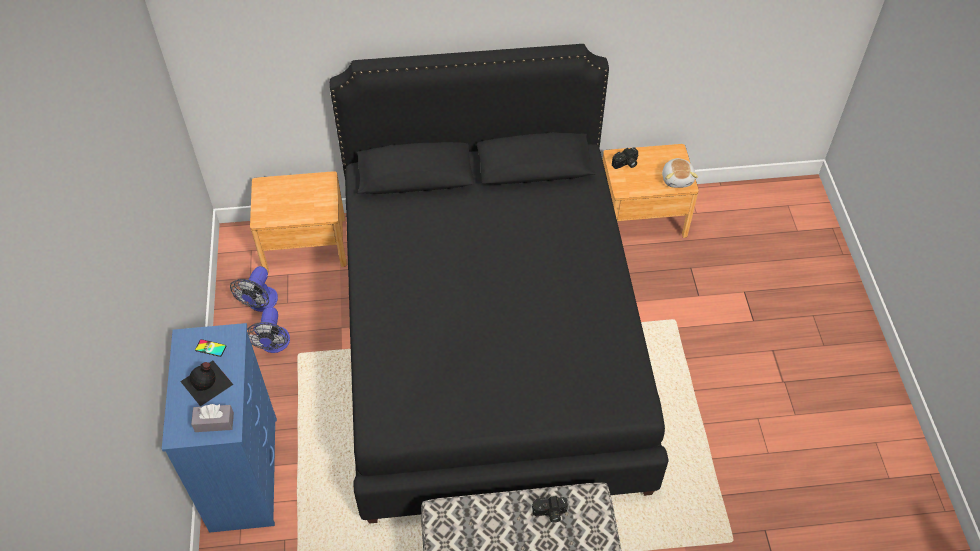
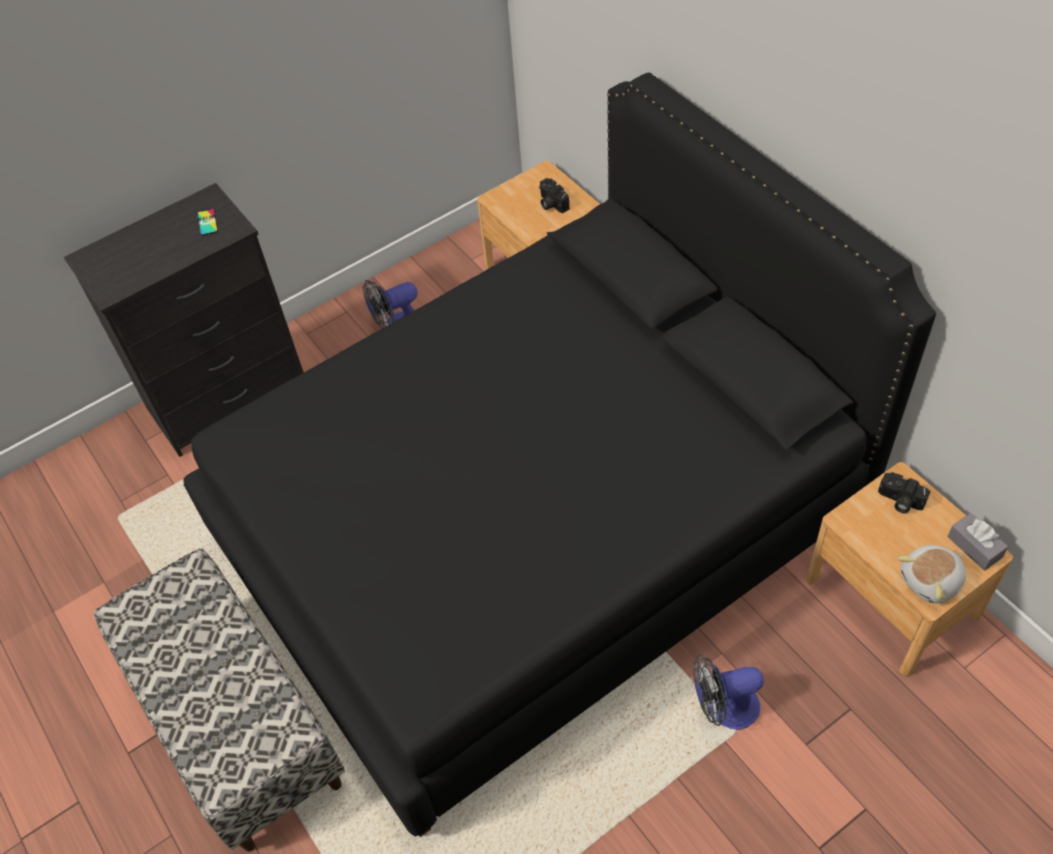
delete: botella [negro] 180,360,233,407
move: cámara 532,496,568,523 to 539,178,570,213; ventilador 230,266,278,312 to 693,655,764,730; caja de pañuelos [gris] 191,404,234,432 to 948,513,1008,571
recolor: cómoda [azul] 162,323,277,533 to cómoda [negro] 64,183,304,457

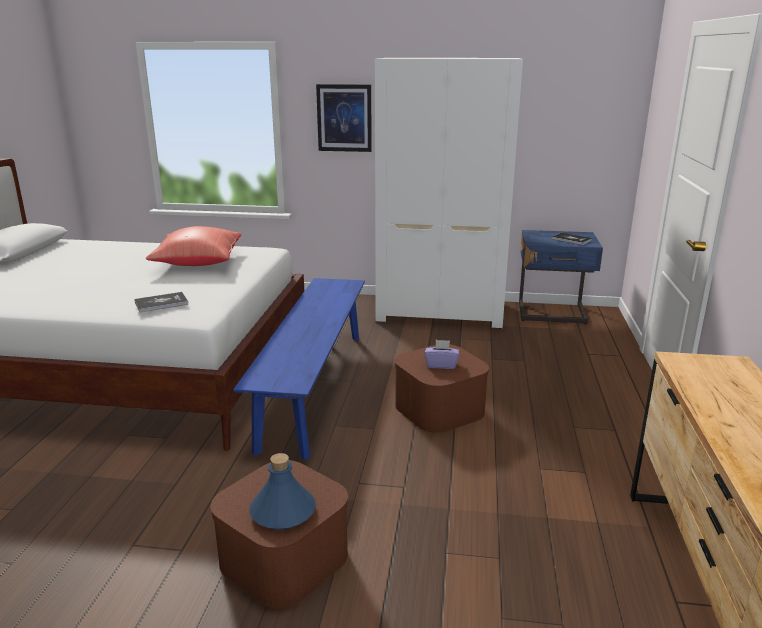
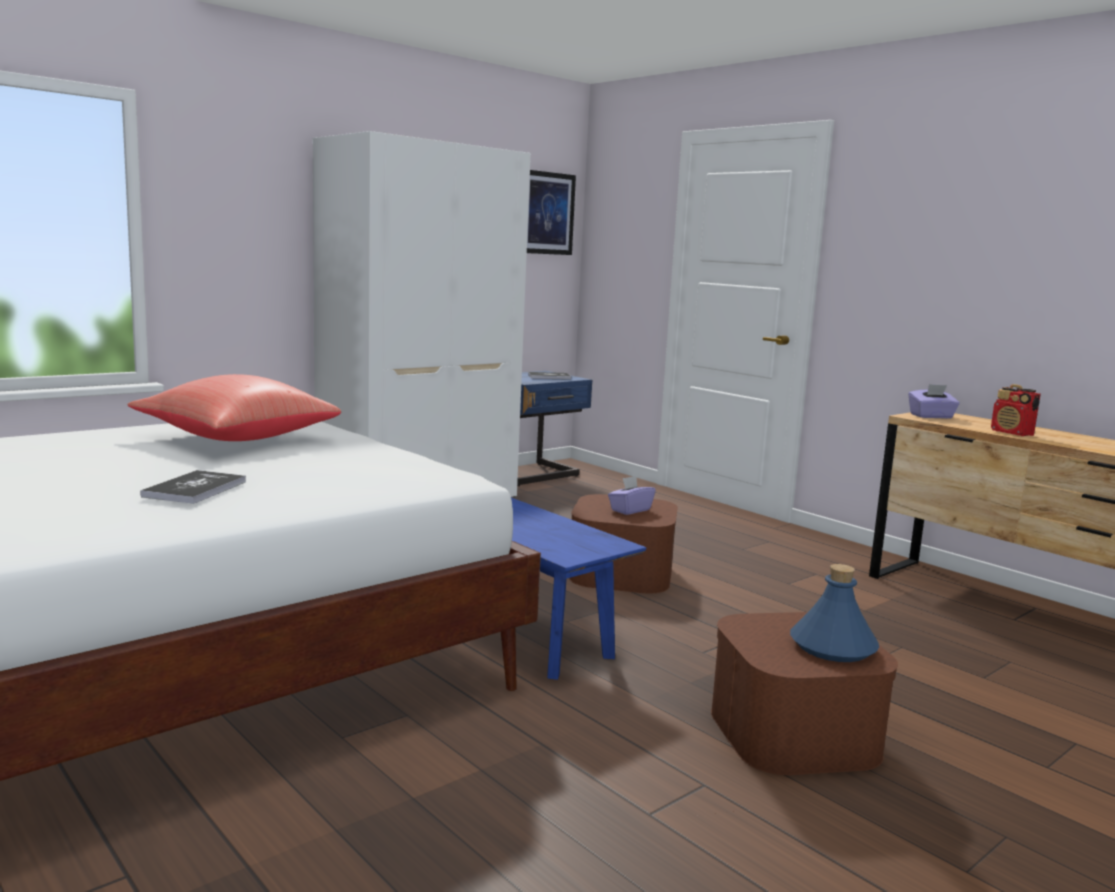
insert: caja de pañuelos [morado] 908,384,960,419; radio 991,384,1041,436
move: libro 135,292,189,312 to 140,470,246,504; cuadro 316,84,372,152 to 527,170,576,255

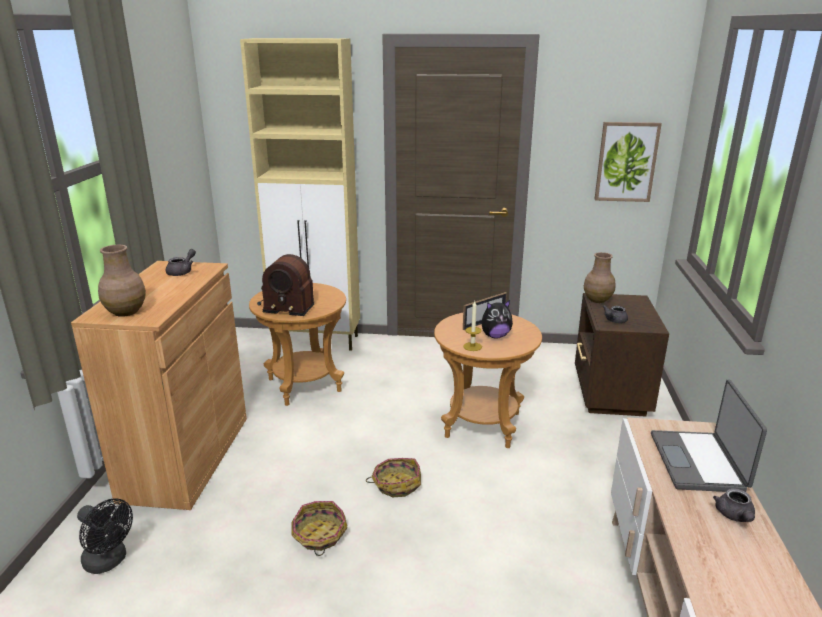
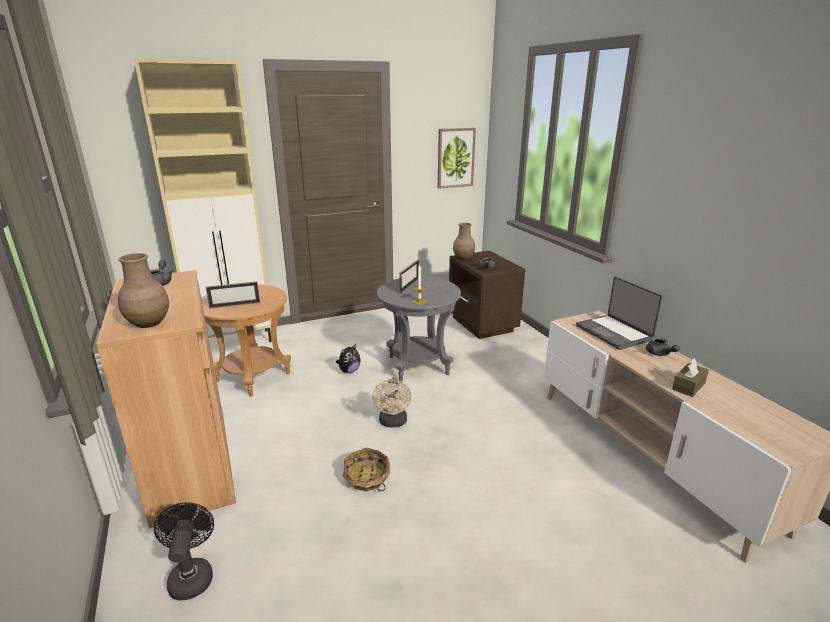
insert: caja de pañuelos [marrón] 672,358,709,397
move: peluche 481,300,513,339 to 336,344,360,373
replace: radio 257,254,315,316 to portarretratos 206,281,260,308; cesta 366,458,421,497 to ventilador [beis] 372,378,411,428
recolor: mesa auxiliar [marrón] 434,313,542,448 to mesa auxiliar [gris] 377,277,461,381
rotate: ventilador [negro] 77,498,133,574 = 154,502,214,601 105 degrees counterclockwise

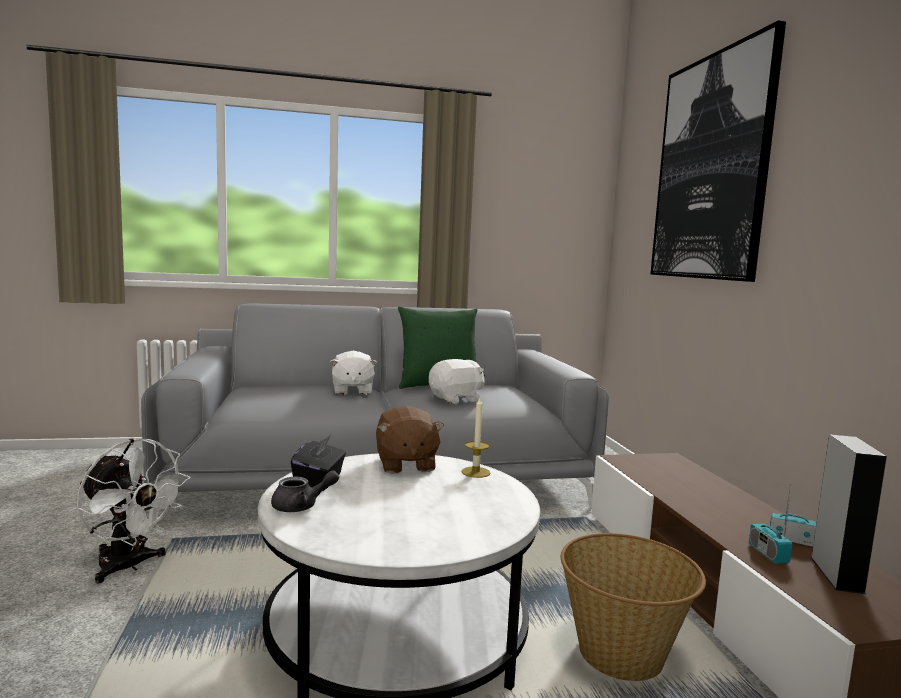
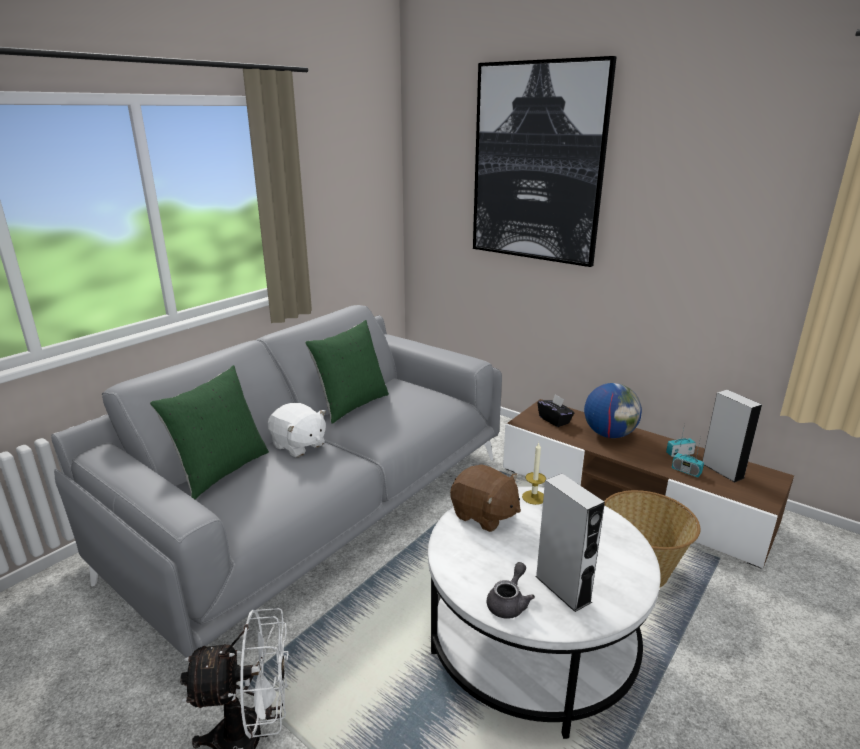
delete: peluche [blanco] 429,359,485,404
insert: cojín [verde] 150,365,269,499; altavoz [gris] 535,474,605,612; globo terráqueo 584,383,642,438
move: caja de pañuelos [negro] 291,435,346,491 to 537,394,574,427

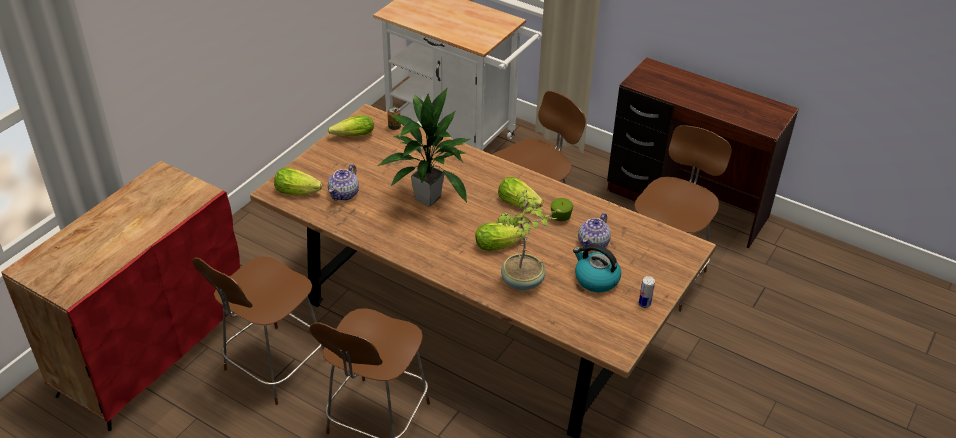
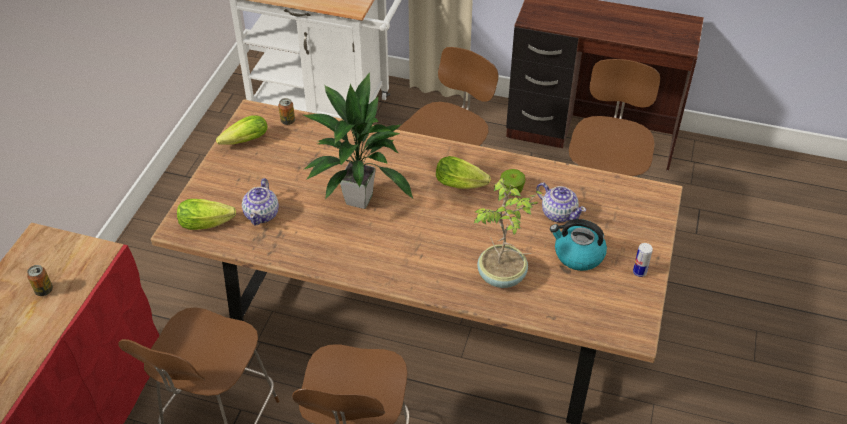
delete: lechuga 475,223,526,251
insert: lata 27,265,53,296
rotate: tetera 578,213,611,251 = 536,183,586,223 60 degrees counterclockwise

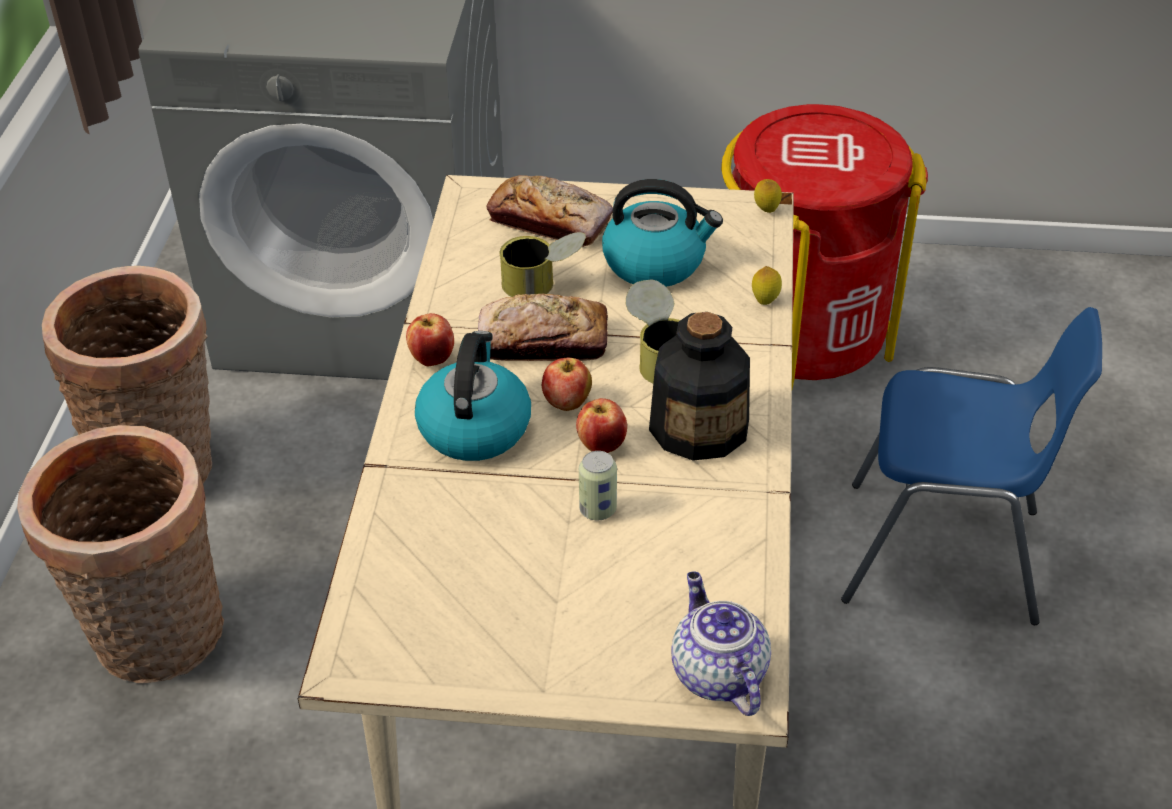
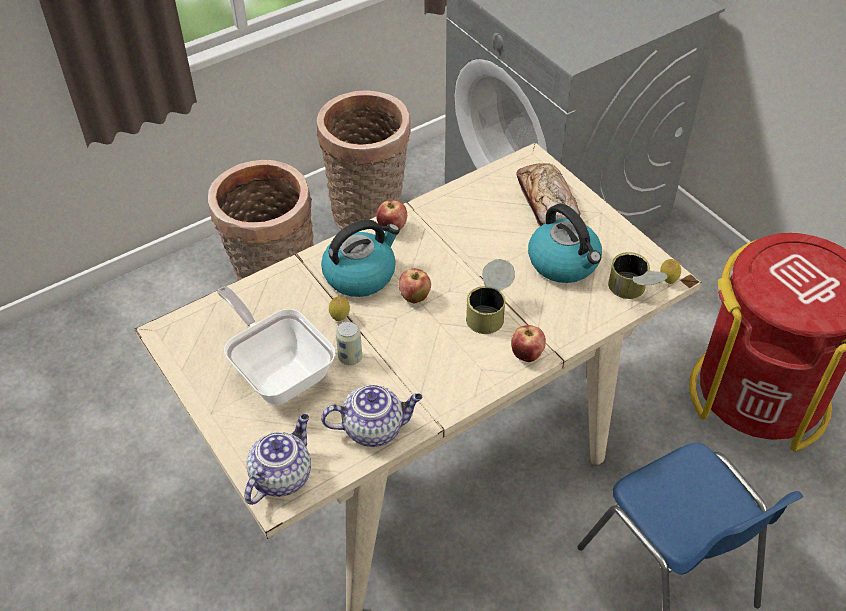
delete: pan 478,294,608,361; botella 649,312,750,461
insert: sartén 217,286,335,405; tetera 321,385,423,447
move: limón 752,266,782,305 to 329,296,350,321; manzana 576,398,627,453 to 511,325,546,362; lata 500,232,586,297 to 608,252,667,299

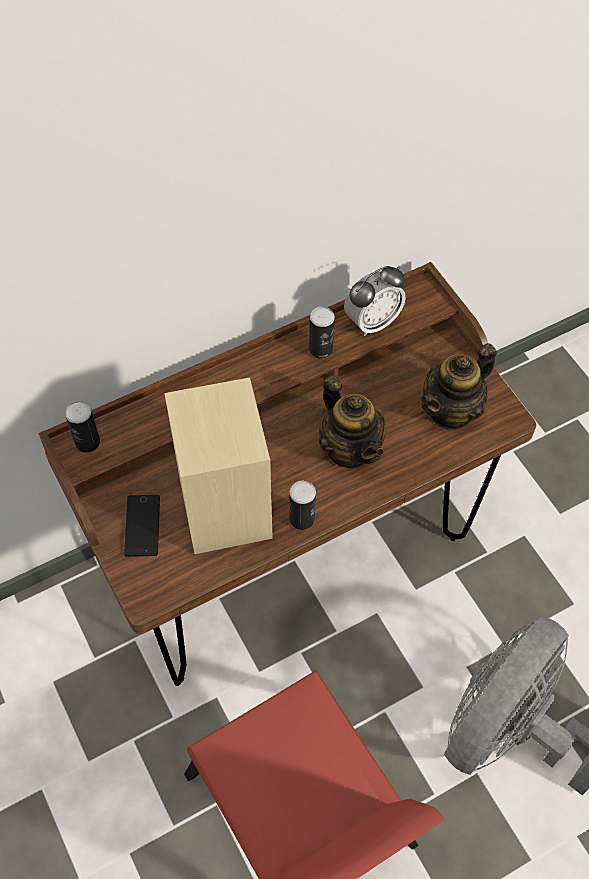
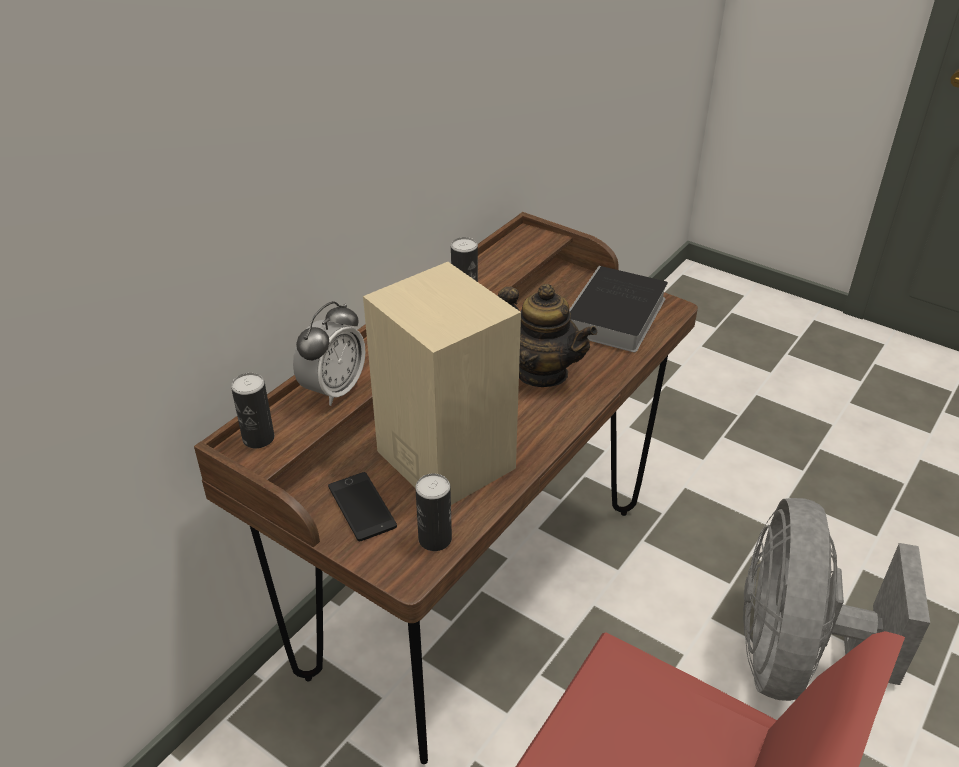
move: despertador 344,266,406,336 to 293,301,365,406; lata 289,481,316,530 to 415,473,452,551
replace: tetera 420,343,497,431 to libro 569,266,668,352

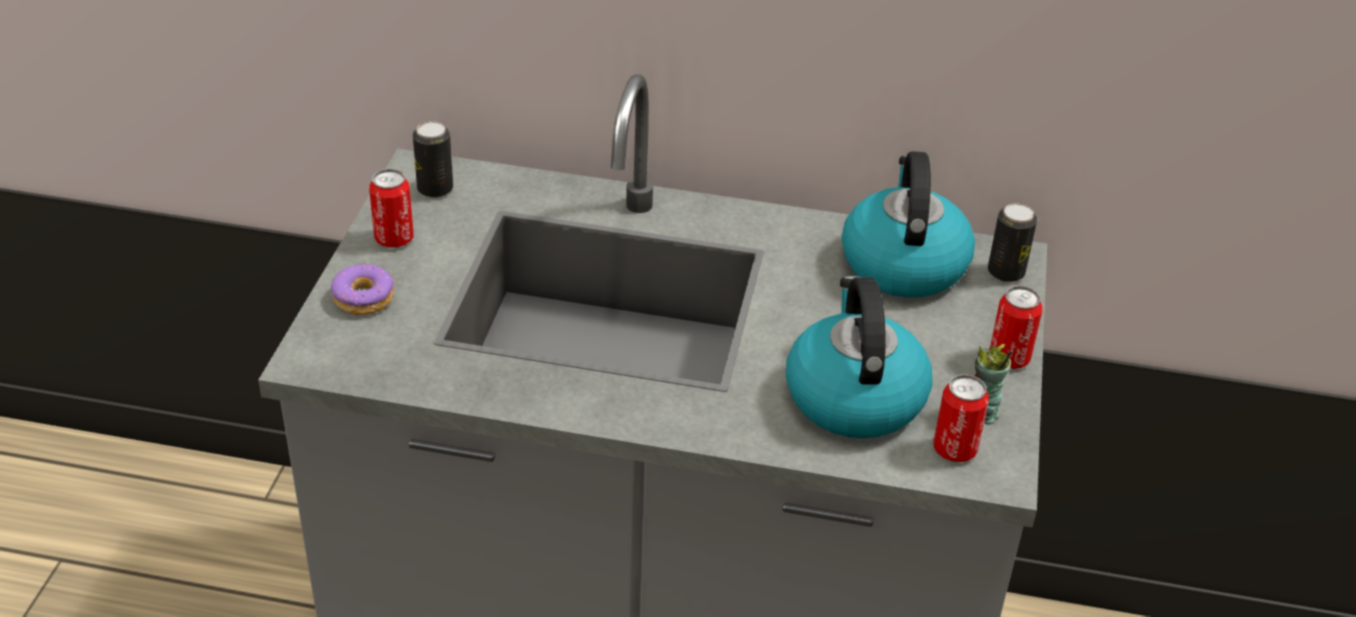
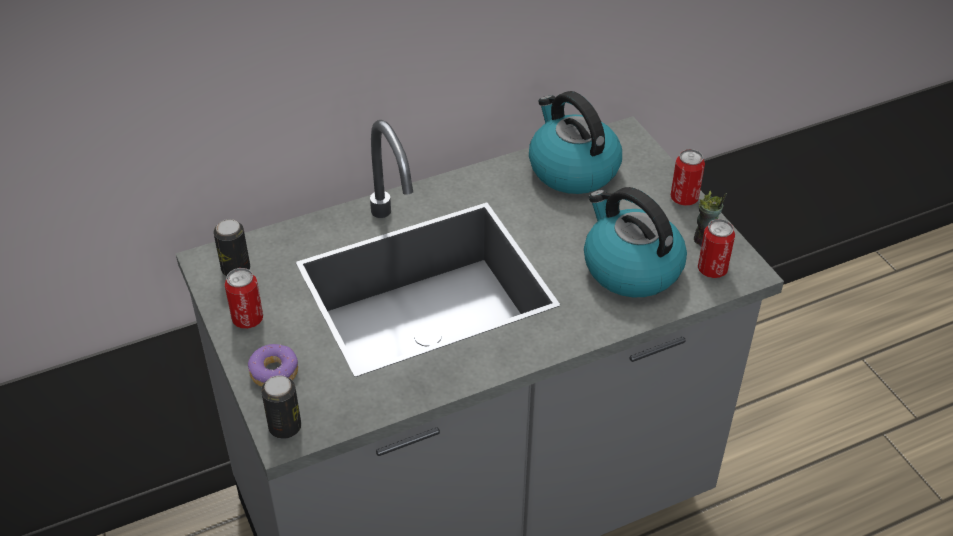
move: lata 988,203,1037,282 to 261,375,301,439

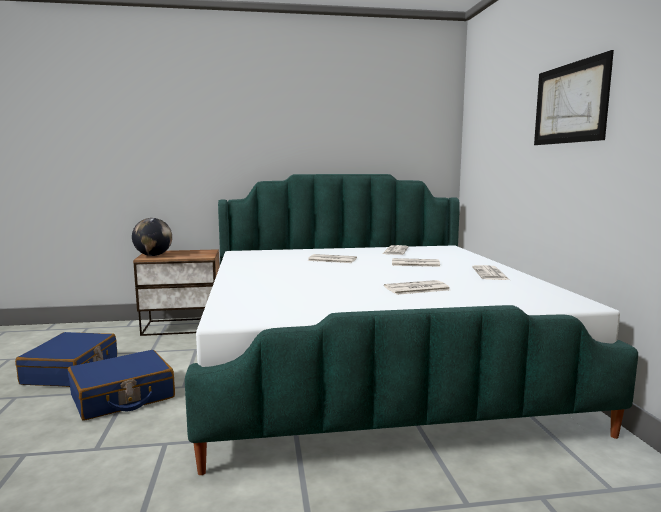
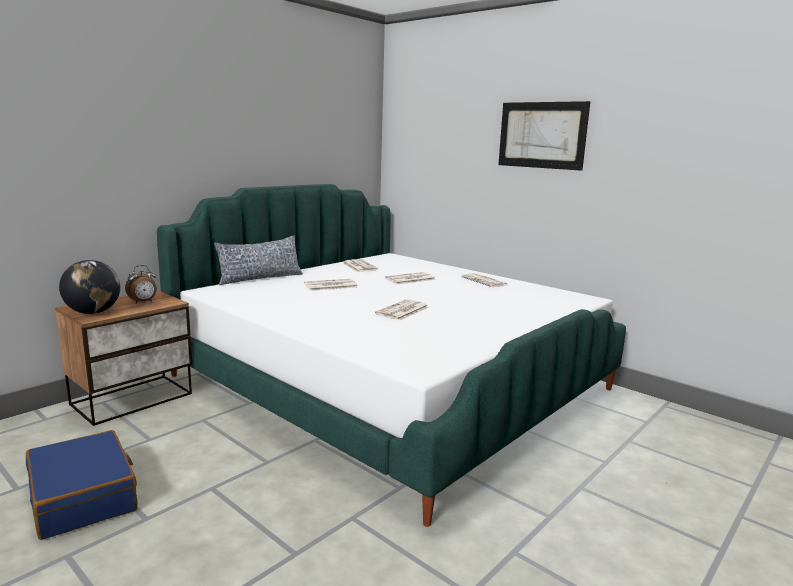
delete: maleta [azul] 68,350,175,420
insert: despertador 125,265,157,303; cojín 214,235,303,285
move: periódico 384,280,450,295 to 375,299,429,320

